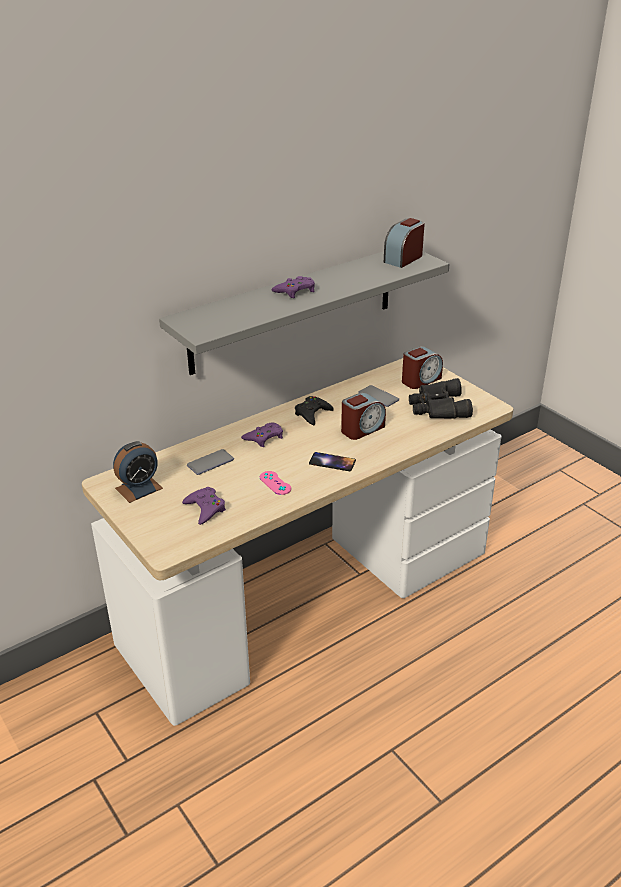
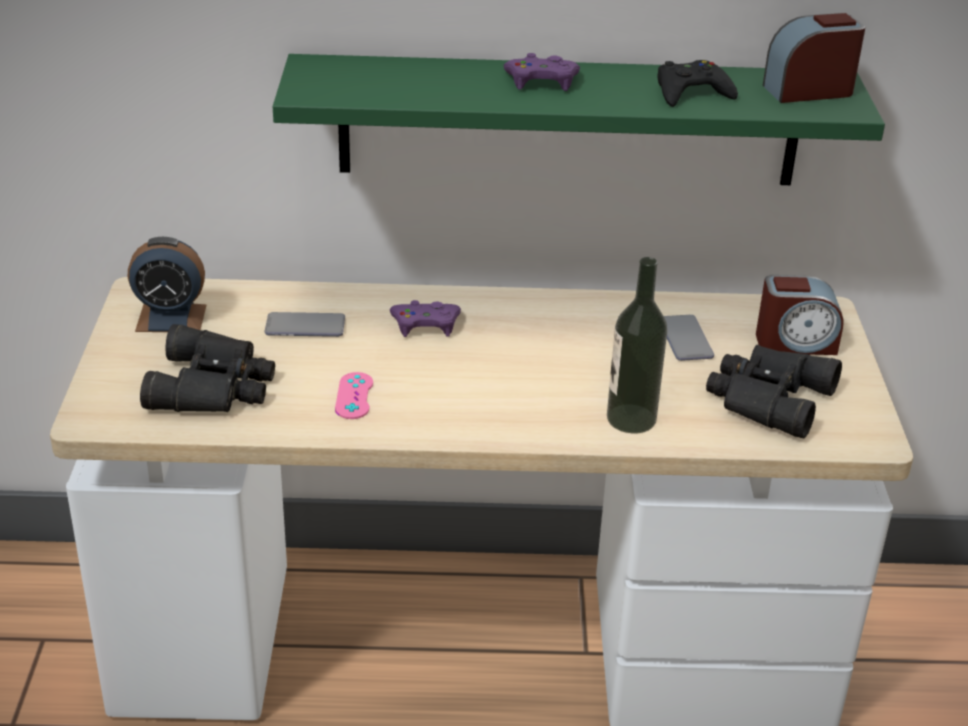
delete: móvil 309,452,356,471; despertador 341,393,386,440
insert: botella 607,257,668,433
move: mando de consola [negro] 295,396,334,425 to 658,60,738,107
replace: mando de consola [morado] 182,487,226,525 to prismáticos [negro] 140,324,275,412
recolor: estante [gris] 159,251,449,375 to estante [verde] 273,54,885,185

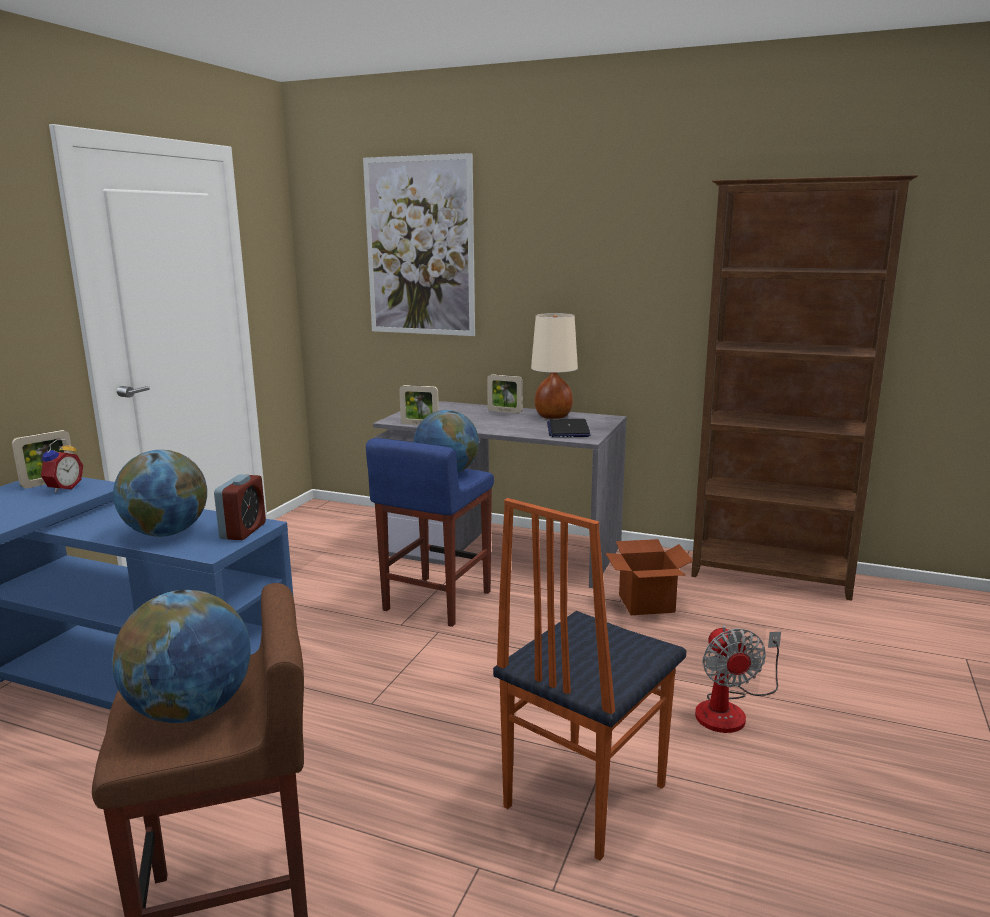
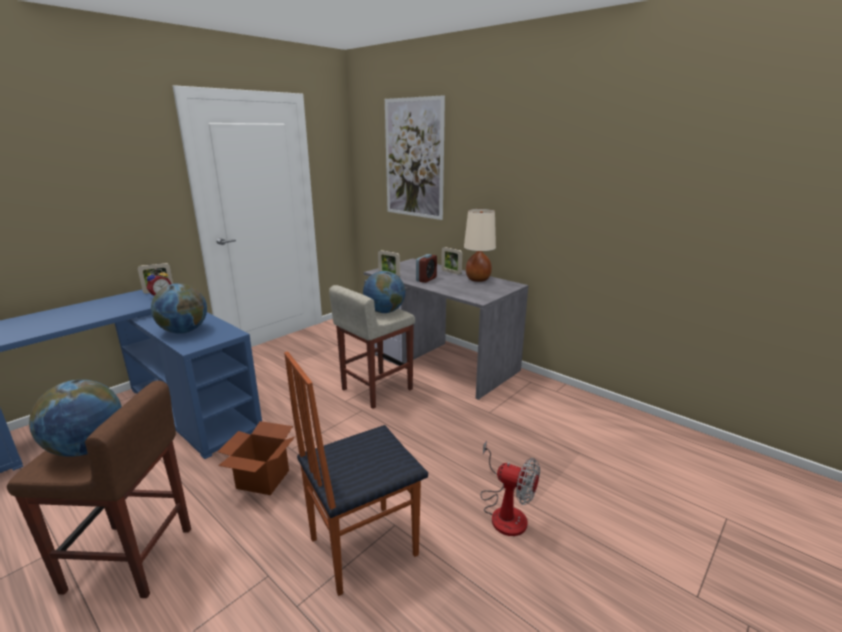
delete: portátil 547,419,591,437; estantería [marrón] 691,175,918,601
move: caja de cartón 605,539,693,615 to 218,421,295,495; despertador 214,474,266,540 to 416,254,437,283
recolor: taburete [azul] 366,438,494,627 to taburete [beis] 329,285,415,409
rotate: ventilador 695,626,781,733 = 480,440,540,536 75 degrees counterclockwise

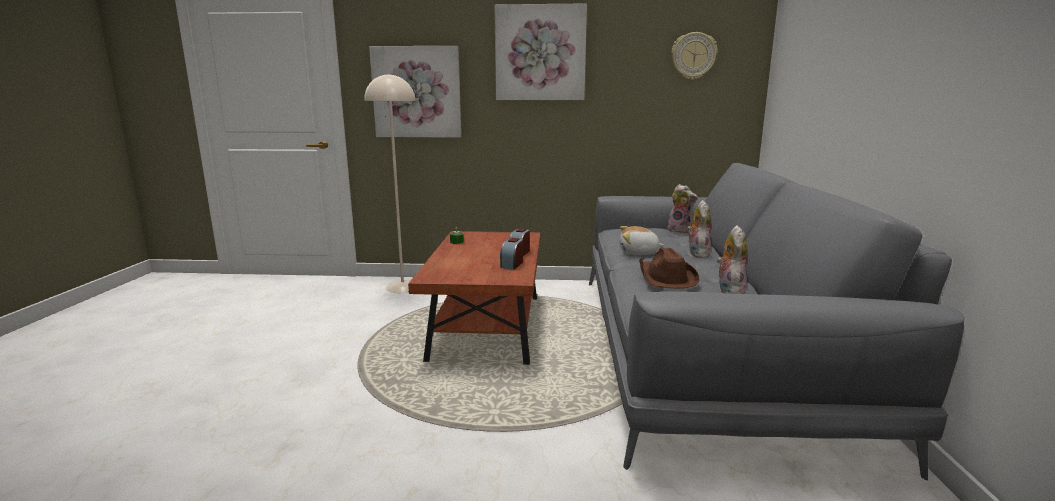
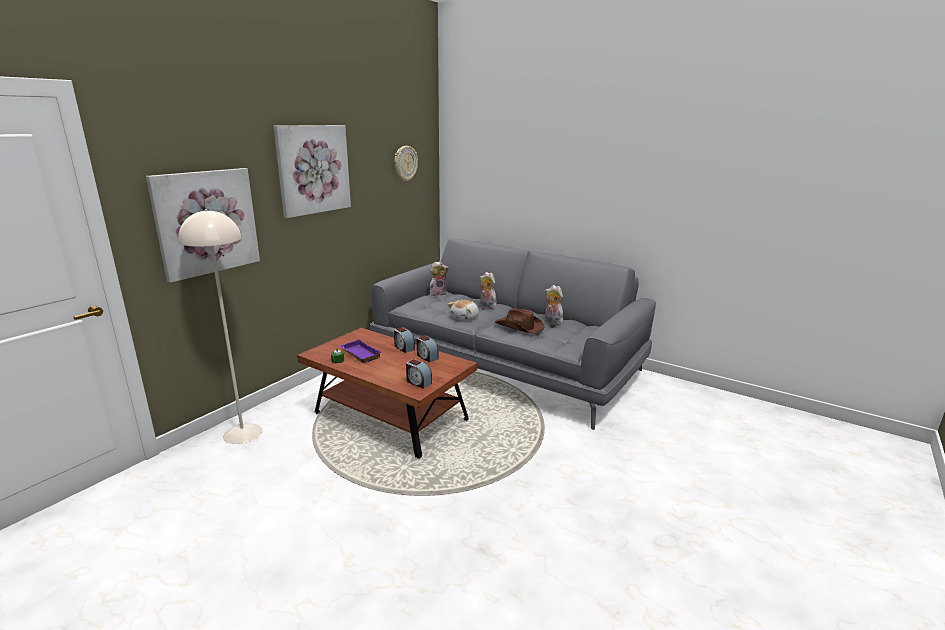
insert: bandeja [morado] 340,339,382,363; despertador 406,359,432,389

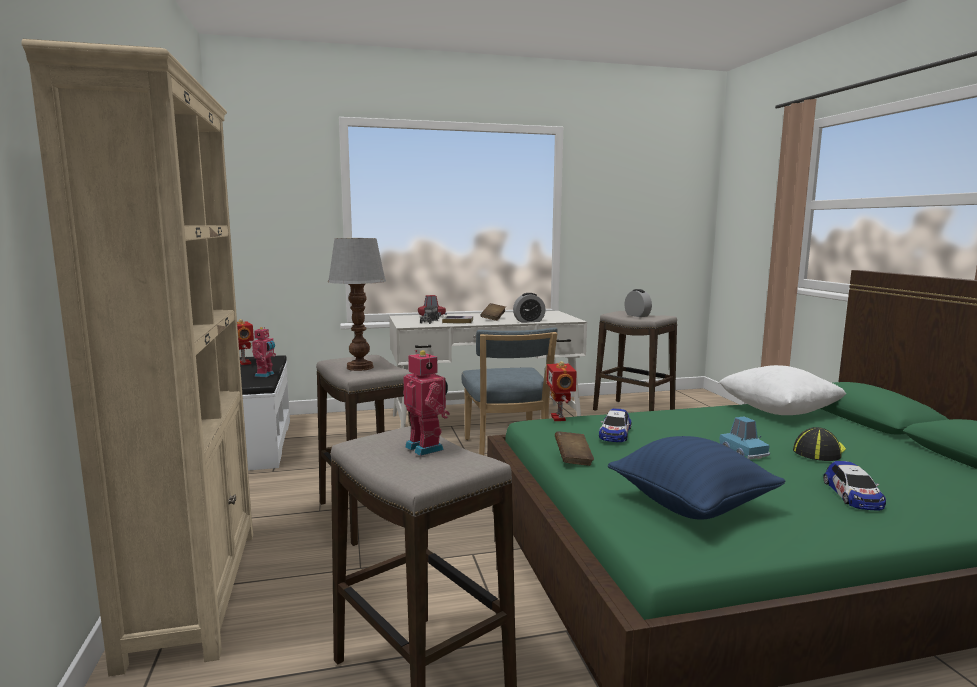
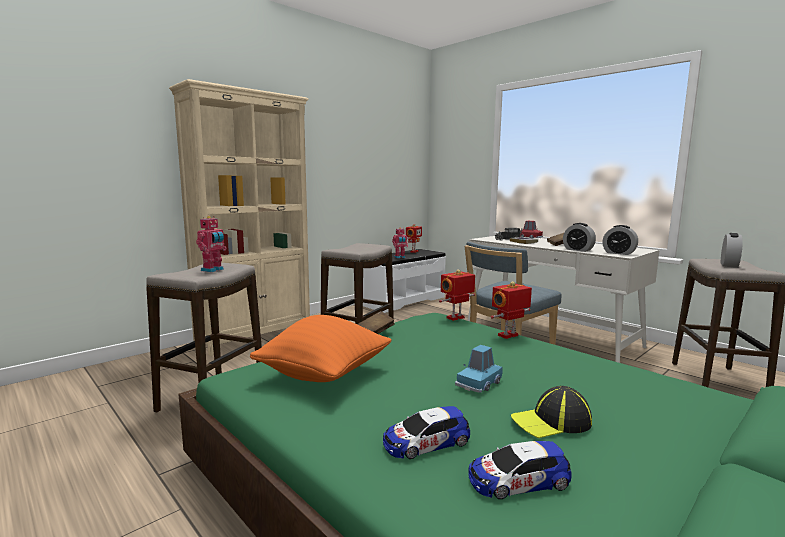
delete: lámpara de mesa 328,238,386,371; cojín [blanco] 718,365,846,415
insert: robot de juguete 491,281,532,339; despertador 602,225,638,255
move: coche de juguete 599,408,632,442 to 468,441,572,499
recolor: cojín [azul] 608,436,785,520 to cojín [naranja] 250,315,392,382
rotate: gorra 793,427,846,461 = 511,386,592,438 150 degrees clockwise

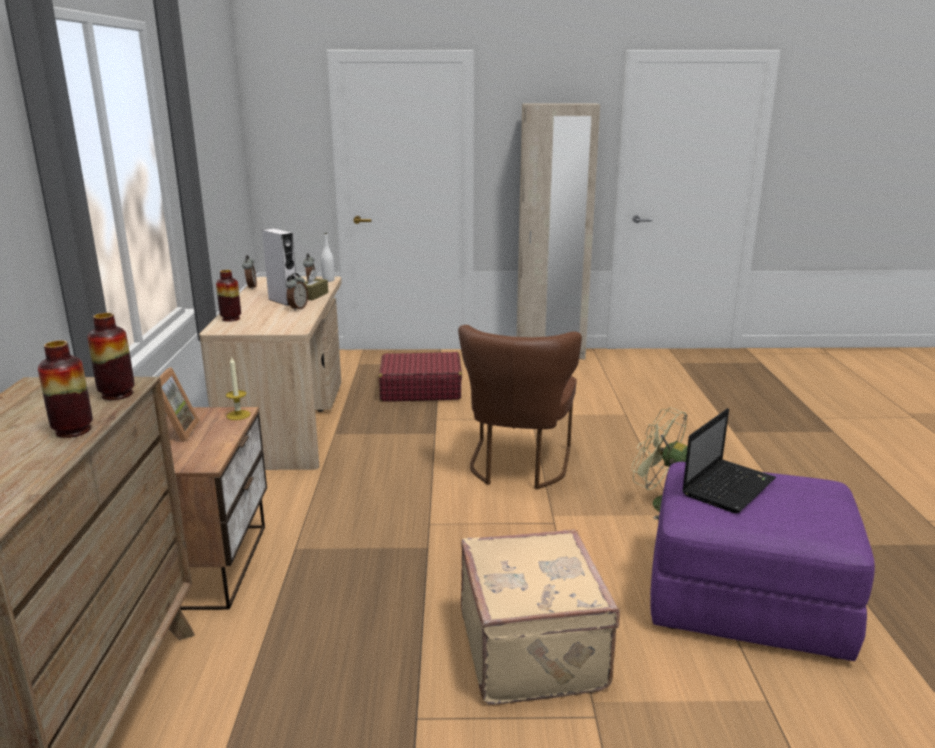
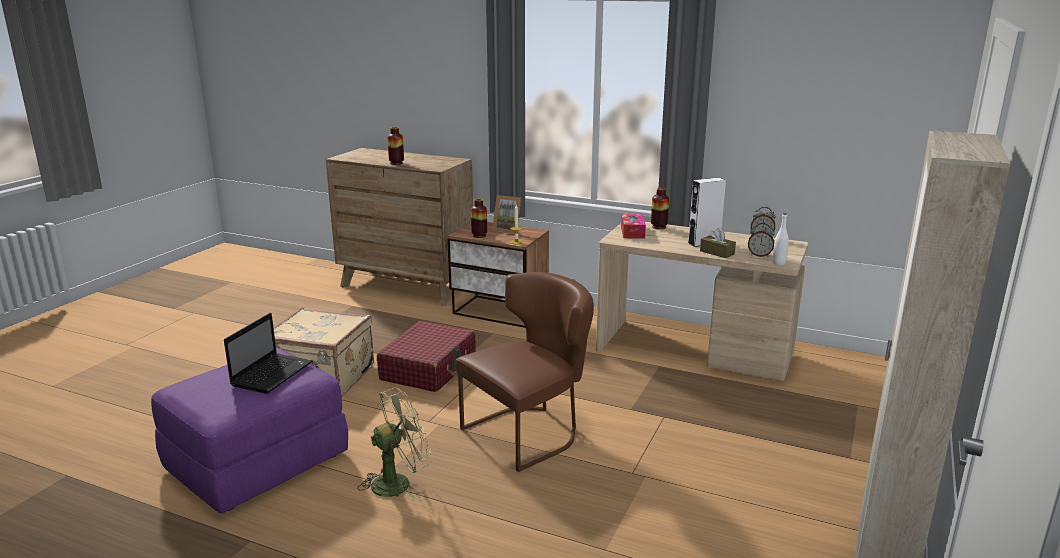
delete: despertador 286,273,308,311
insert: caja de pañuelos 621,213,646,239
move: maleta [rojo] 379,352,462,402 to 377,321,476,392; florero 87,313,135,400 to 471,199,487,238
rotate: portátil 682,408,776,514 = 224,313,313,394 135 degrees counterclockwise; silla [marrón] 458,325,582,489 = 456,272,594,472 105 degrees clockwise

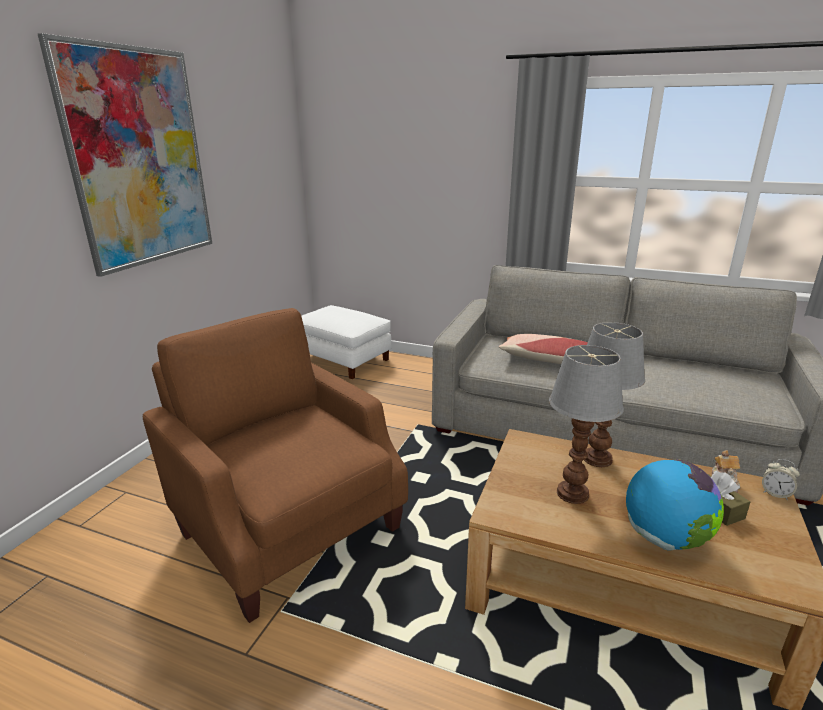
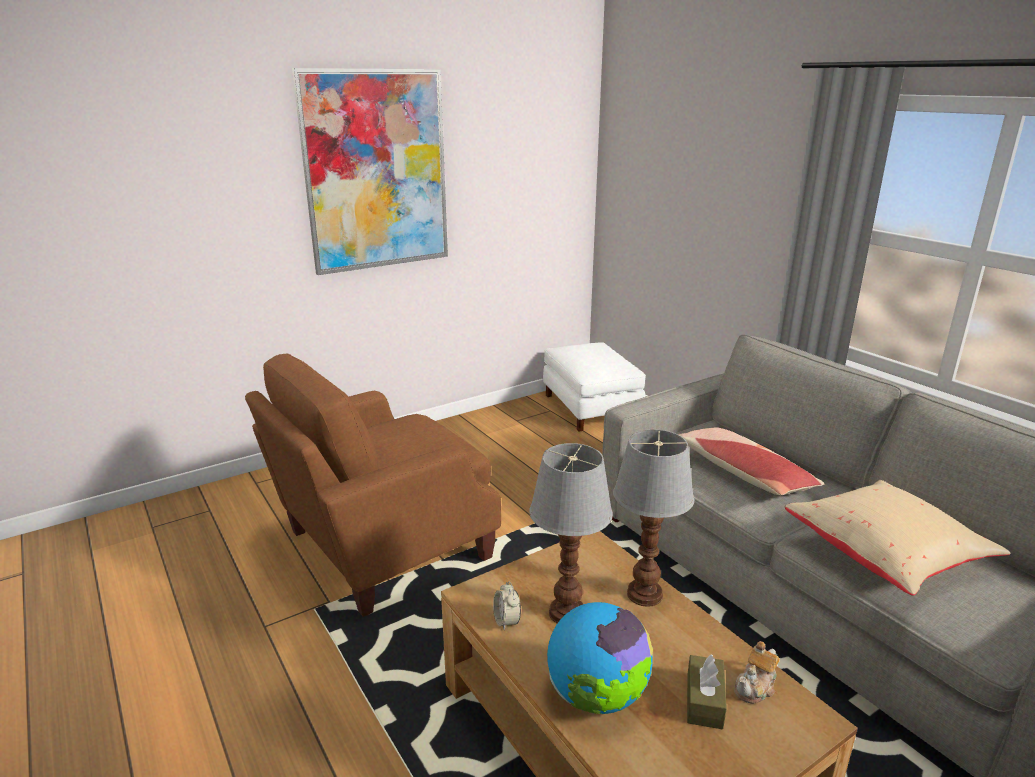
insert: cojín [beis] 785,480,1011,596
move: despertador 762,459,800,500 to 493,581,521,631
rotate: sillón [marrón] 143,308,408,623 = 245,354,501,617 120 degrees counterclockwise

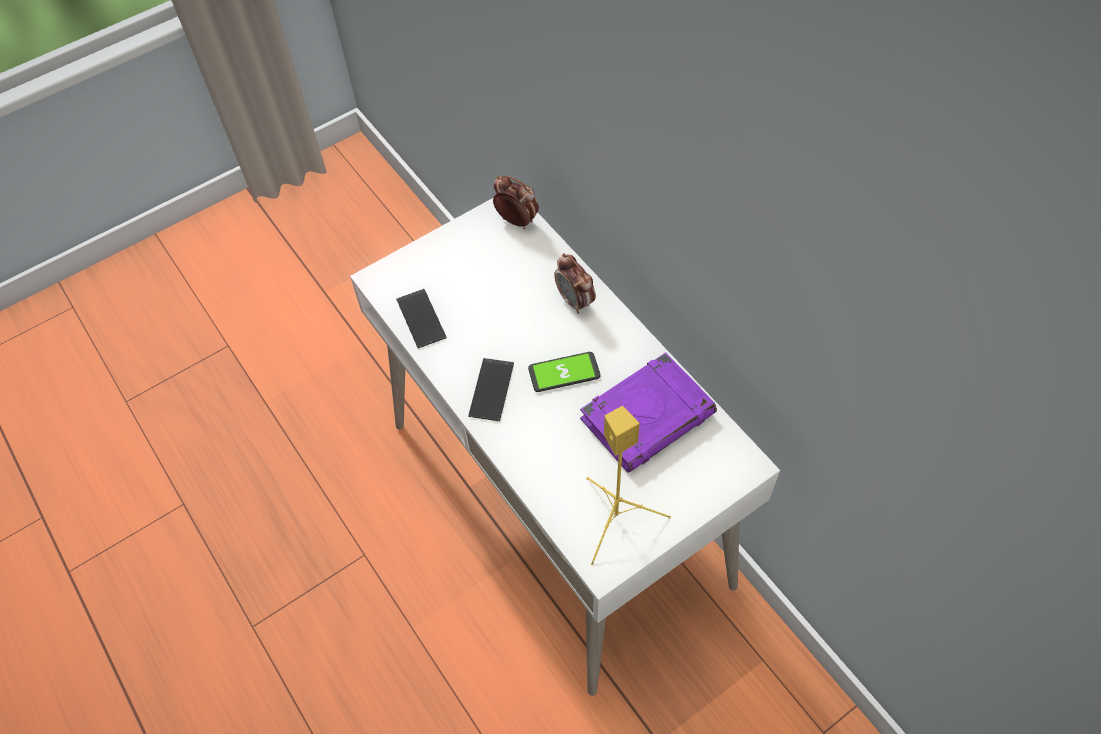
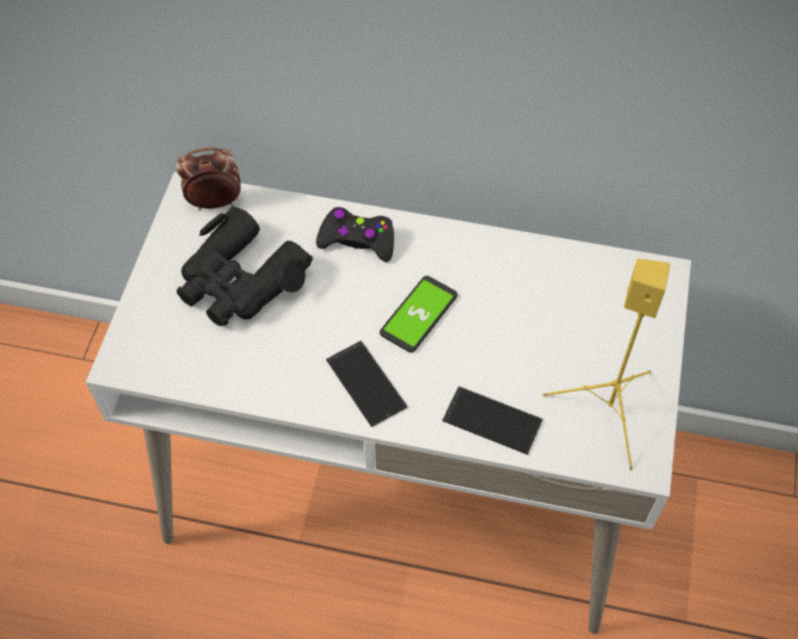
delete: libro [morado] 580,352,717,473
insert: prismáticos [negro] 177,206,313,326
move: móvil 396,289,447,348 to 442,386,543,455
replace: despertador 554,253,596,314 to mando de consola [negro] 316,207,394,262

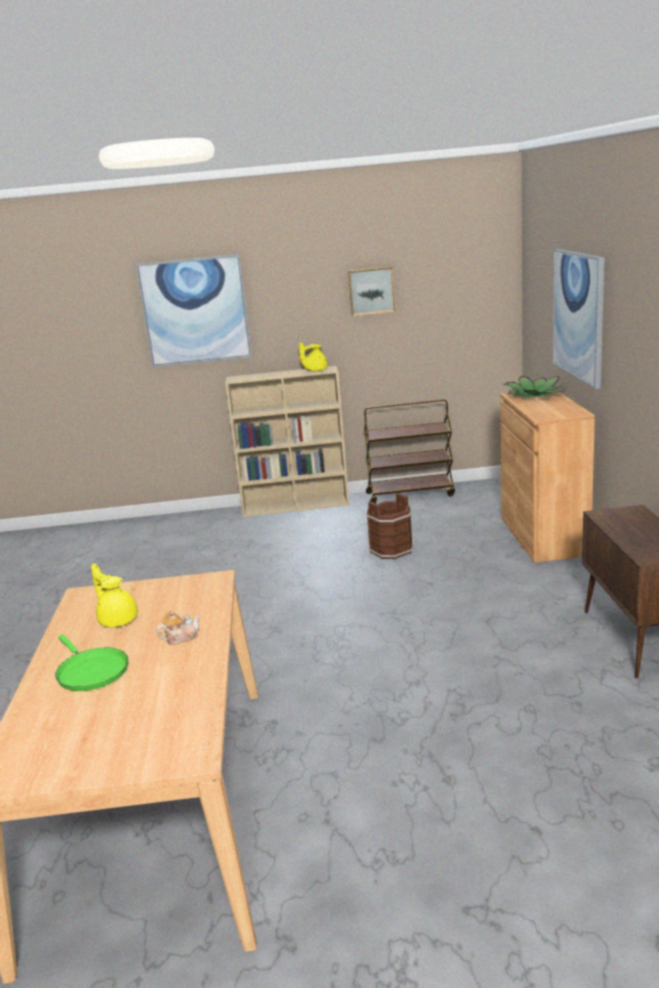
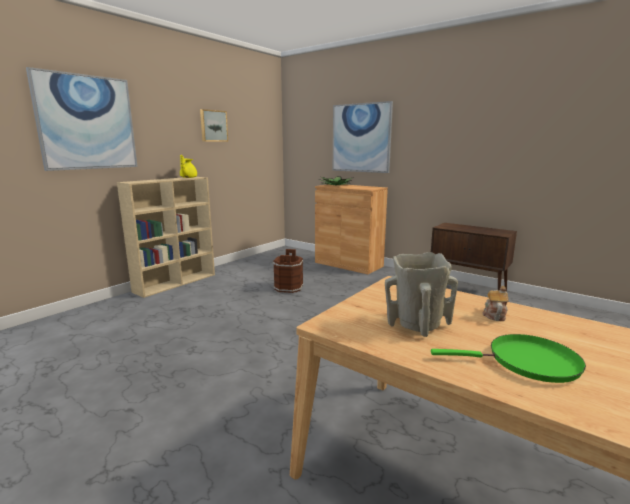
delete: carrito [marrón] 364,399,455,503
replace: tetera [amarillo] 91,563,138,627 to florero [beis] 385,252,458,337

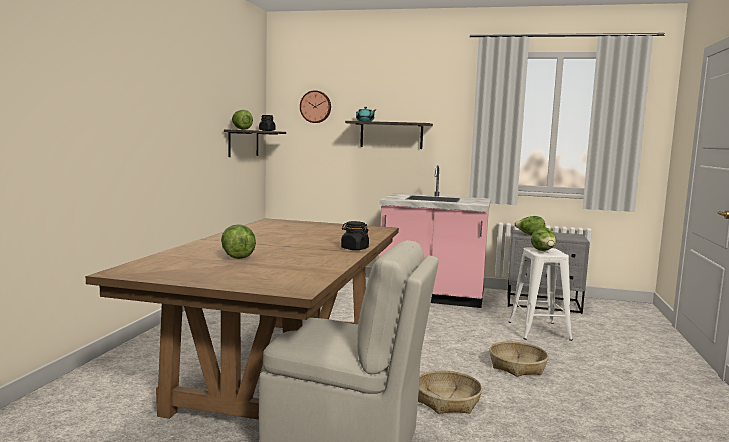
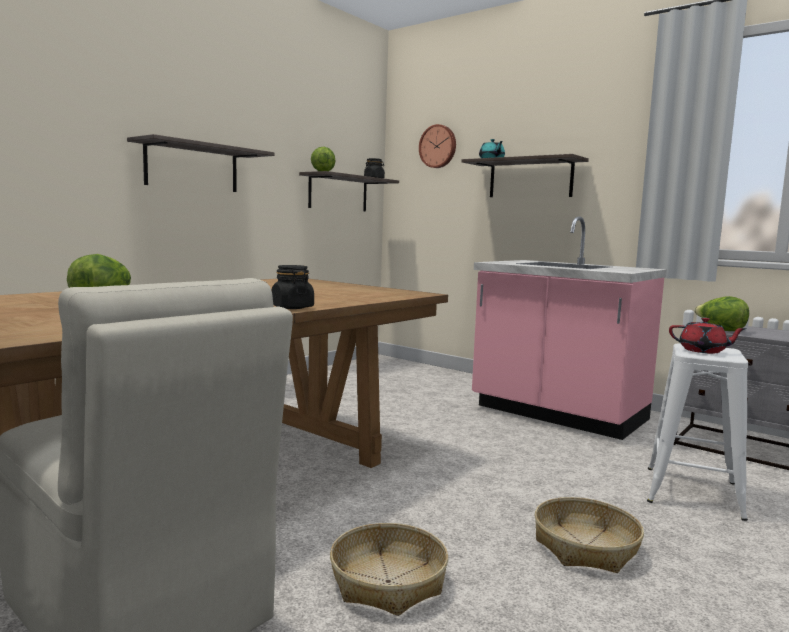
insert: estante 127,134,274,192
replace: lechuga 531,227,557,251 to tetera [rojo] 669,318,747,353

